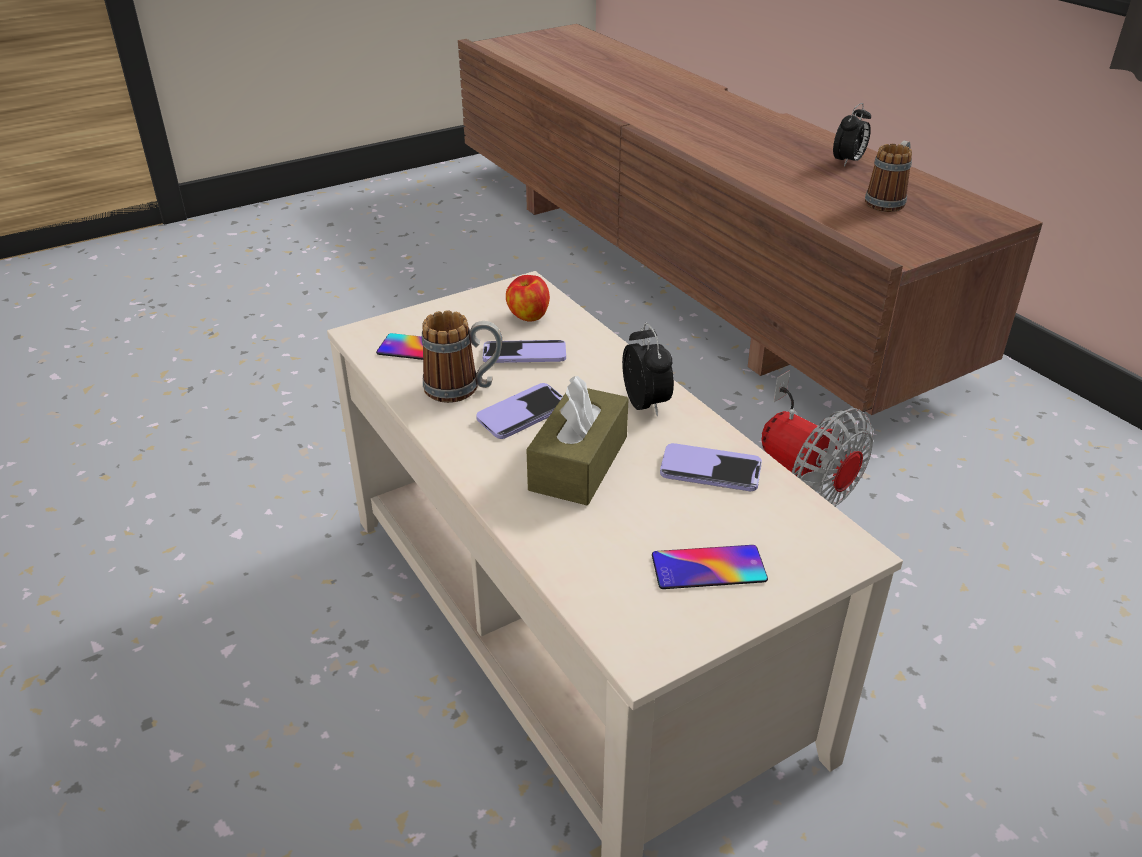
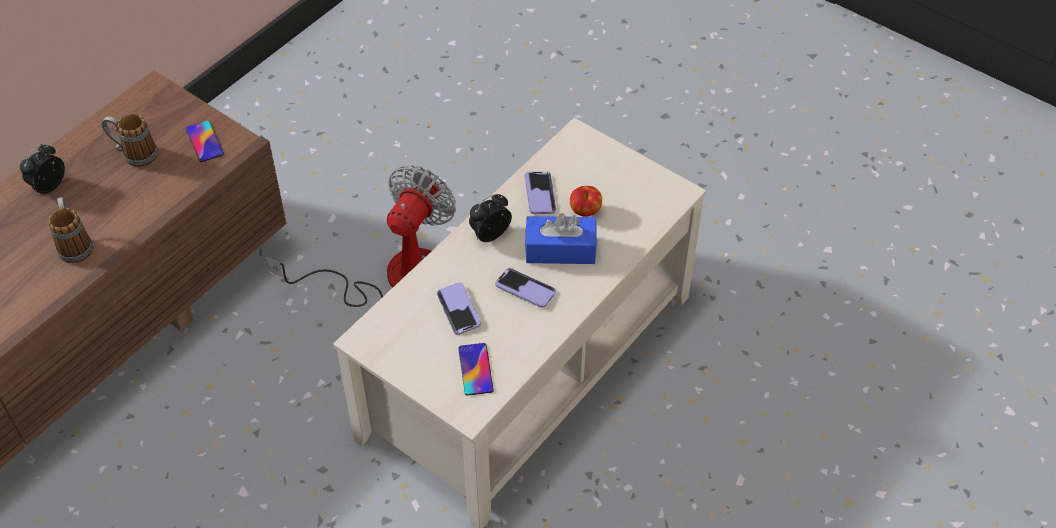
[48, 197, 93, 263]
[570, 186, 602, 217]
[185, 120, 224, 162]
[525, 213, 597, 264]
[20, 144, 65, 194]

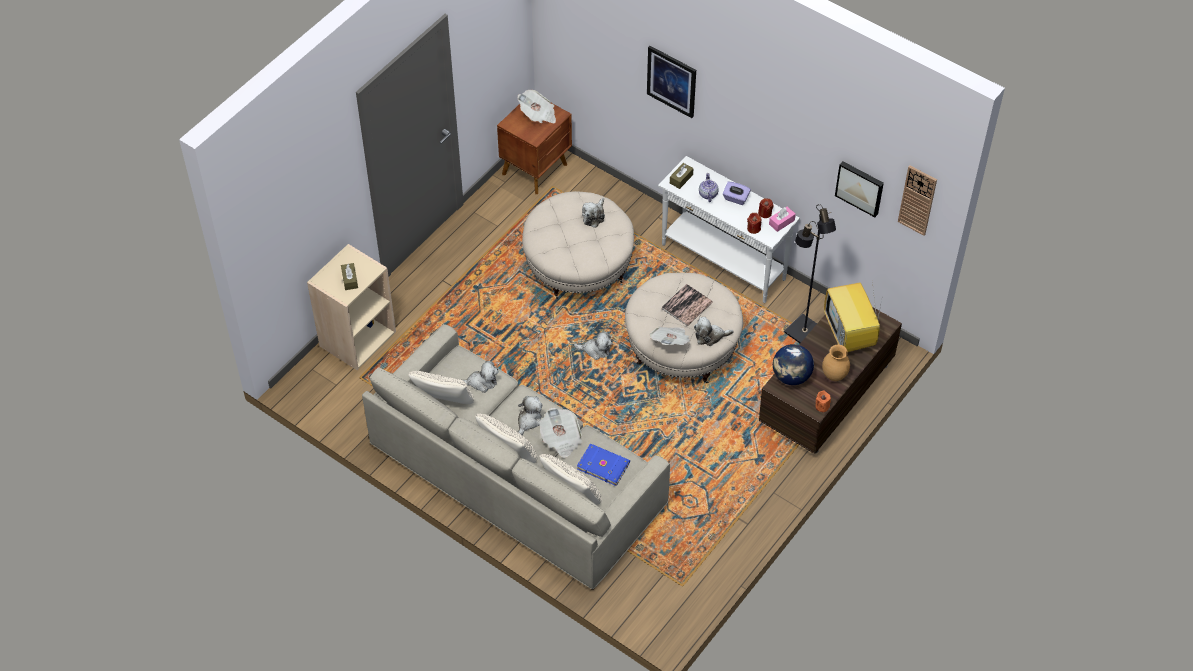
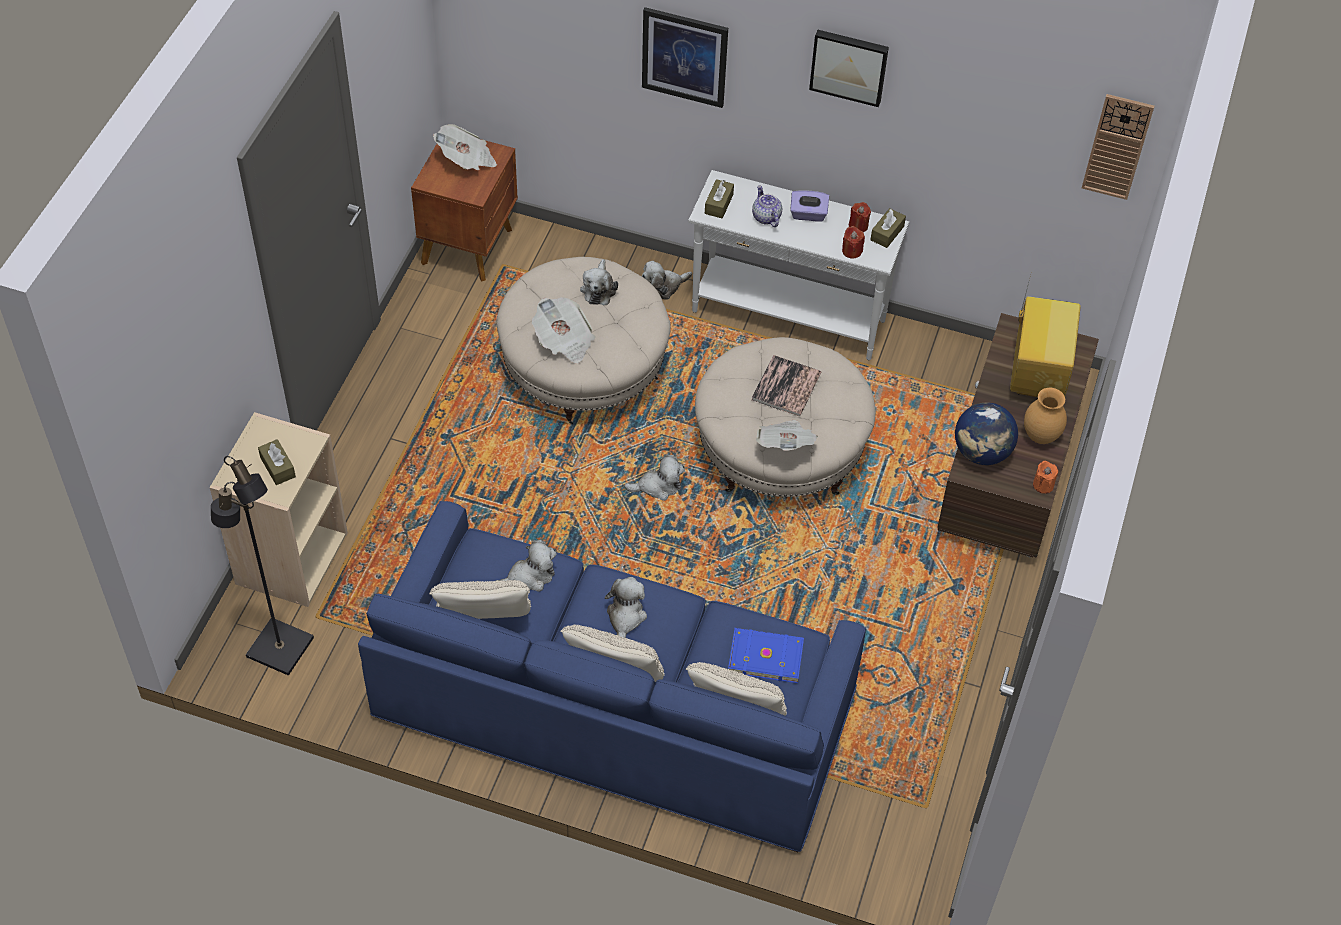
[532, 297, 595, 364]
[642, 261, 692, 300]
[211, 456, 314, 676]
[809, 30, 889, 107]
[358, 501, 866, 852]
[871, 208, 906, 248]
[1010, 275, 1081, 397]

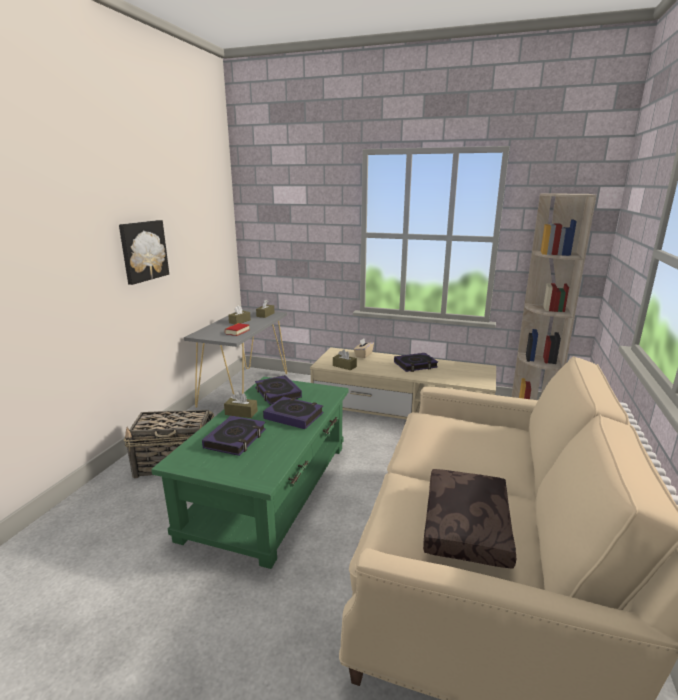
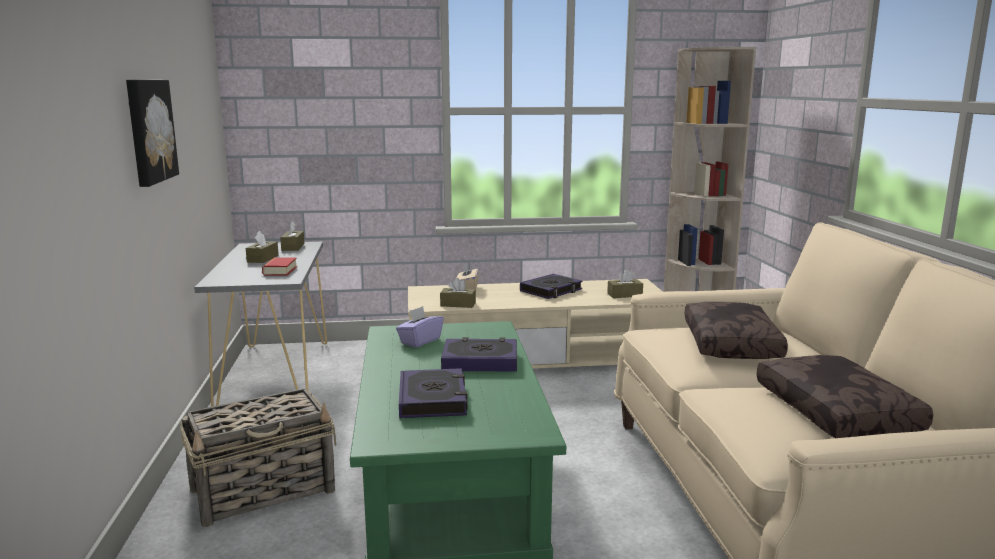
[685, 302, 788, 359]
[607, 269, 643, 298]
[396, 306, 444, 347]

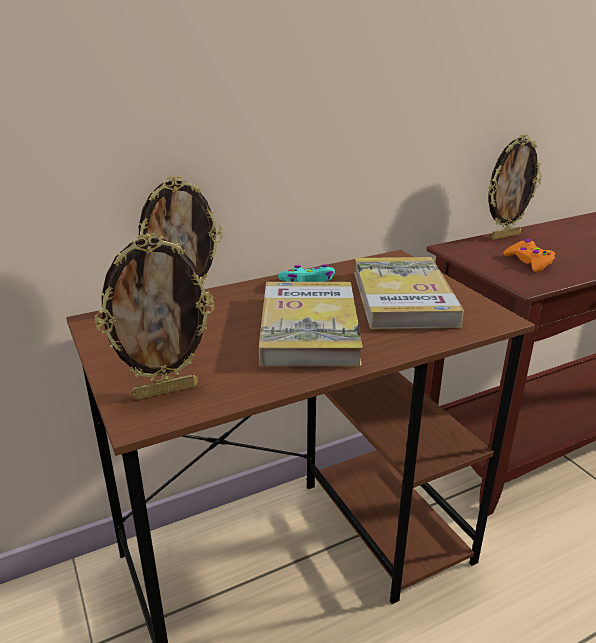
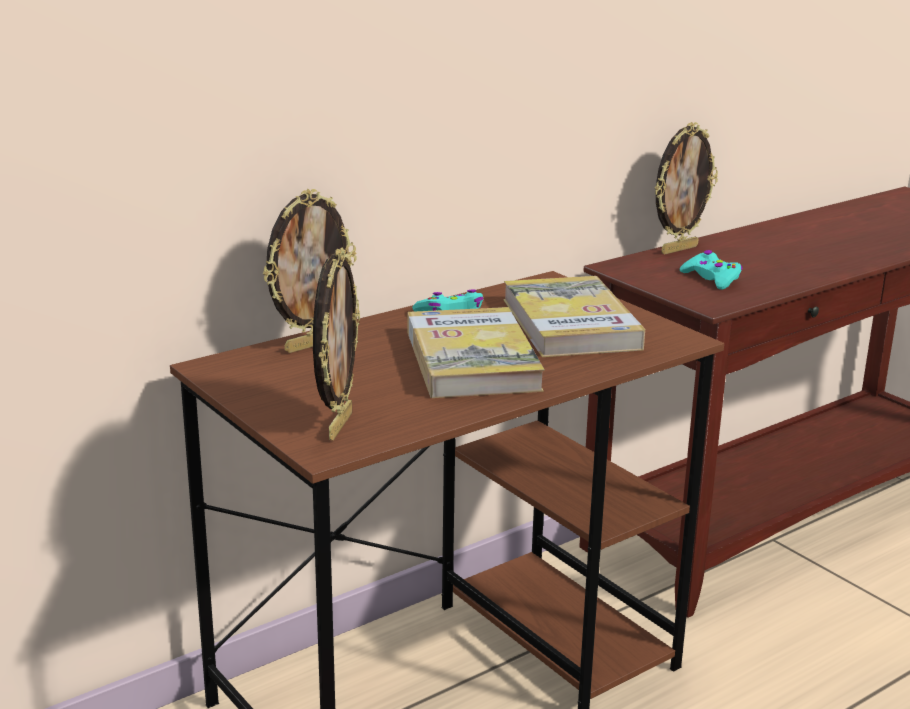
[680, 250, 742, 290]
[313, 247, 360, 440]

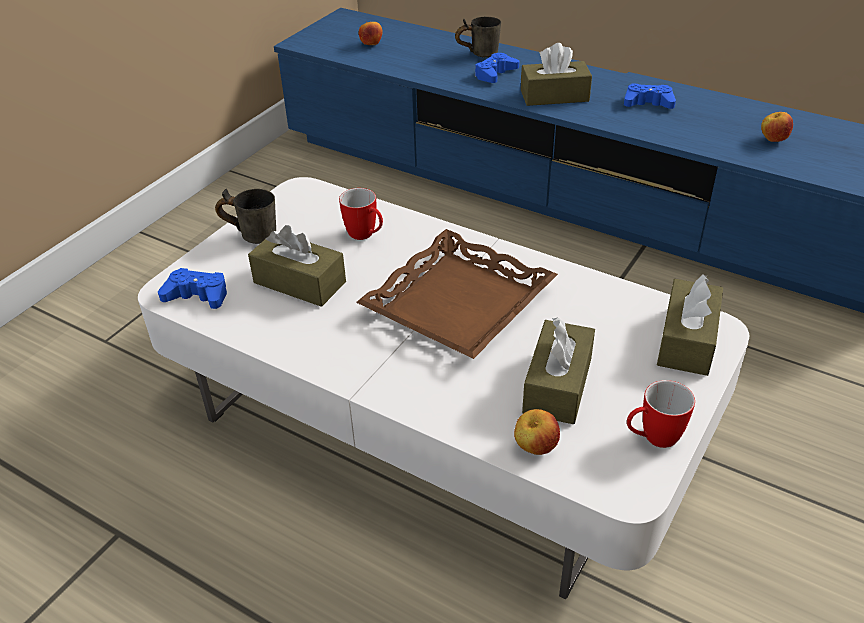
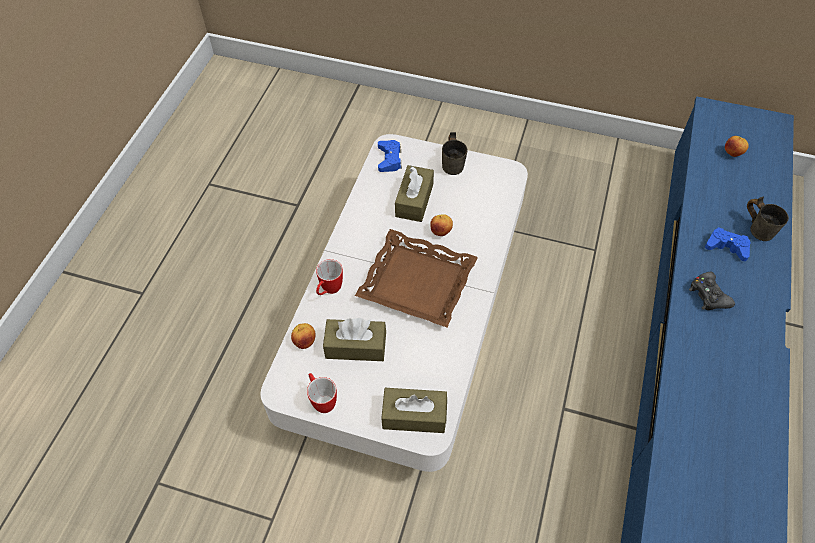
[624, 83, 676, 109] (first image)
[316, 259, 343, 295]
[430, 214, 453, 236]
[689, 272, 735, 310]

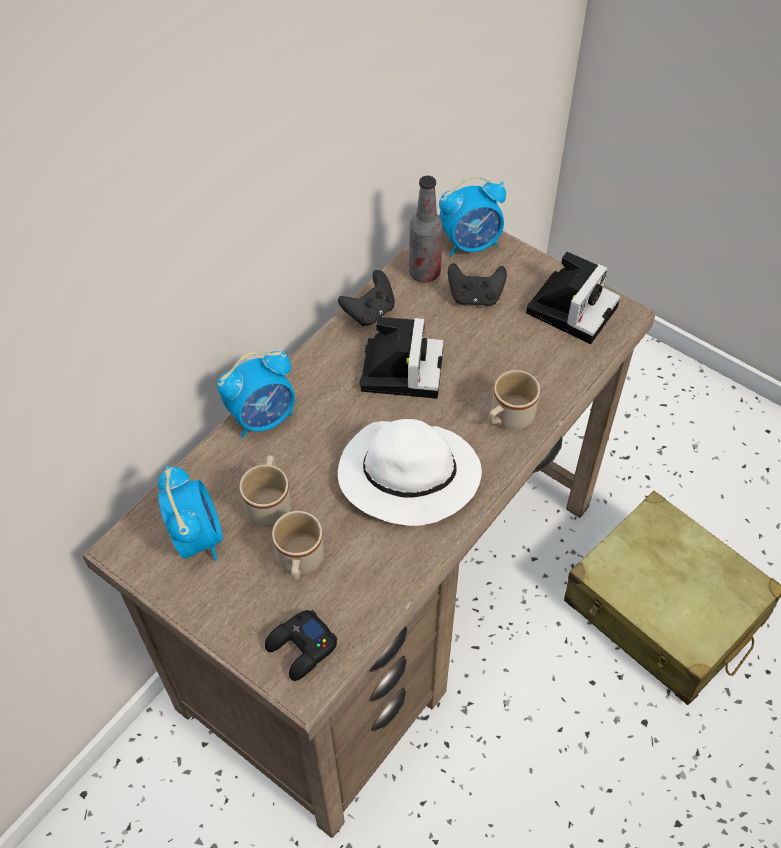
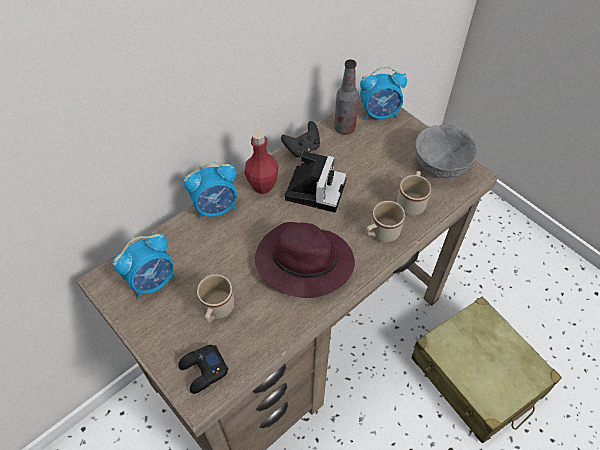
[448, 263, 507, 306] (first image)
[244, 130, 279, 194]
[397, 171, 431, 216]
[415, 125, 477, 178]
[255, 222, 355, 298]
[113, 233, 175, 299]

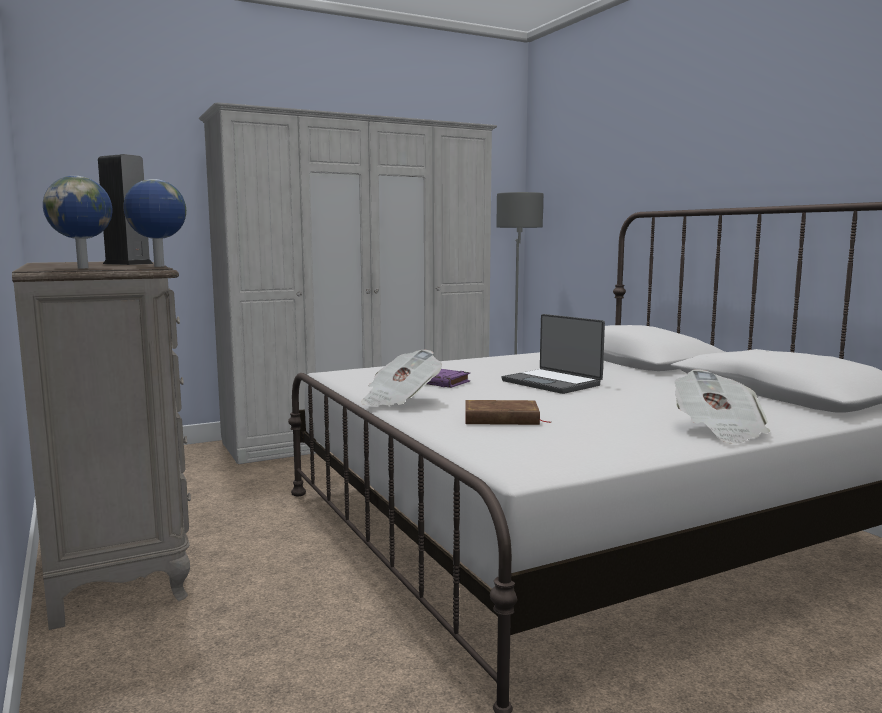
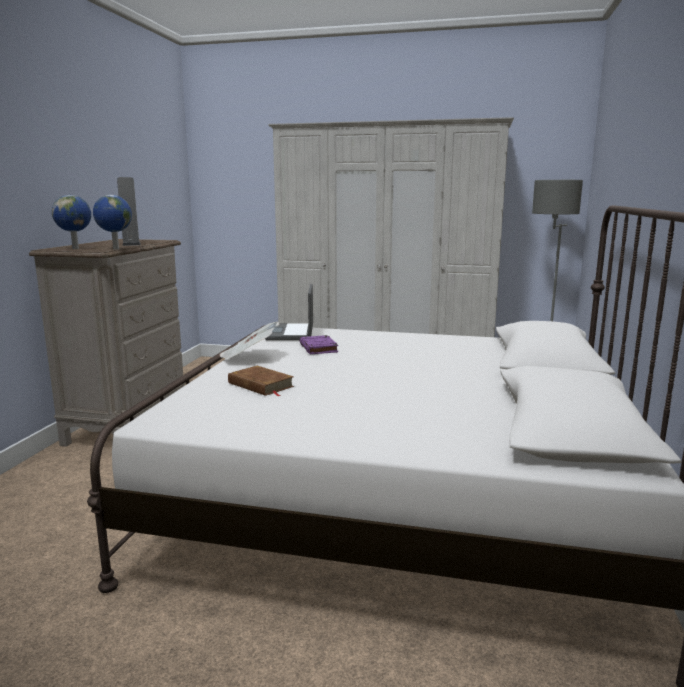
[674, 369, 770, 444] (first image)
[265, 284, 313, 340]

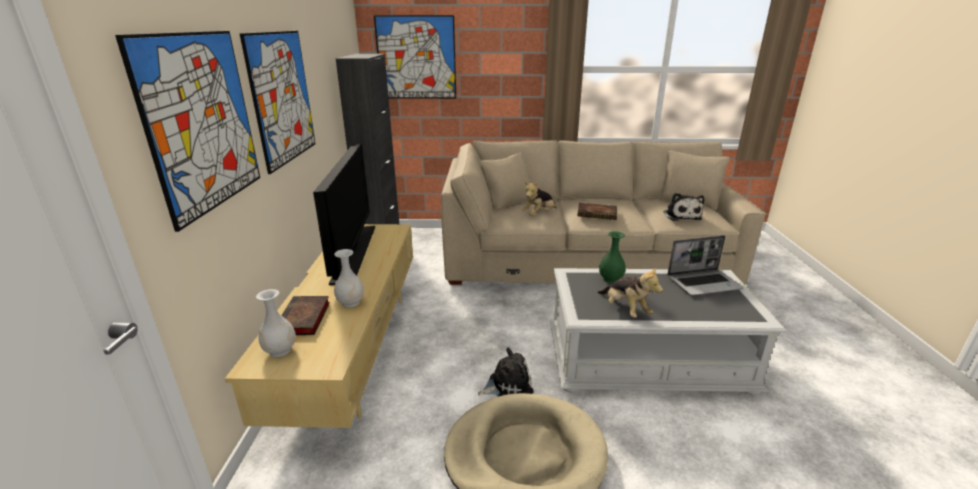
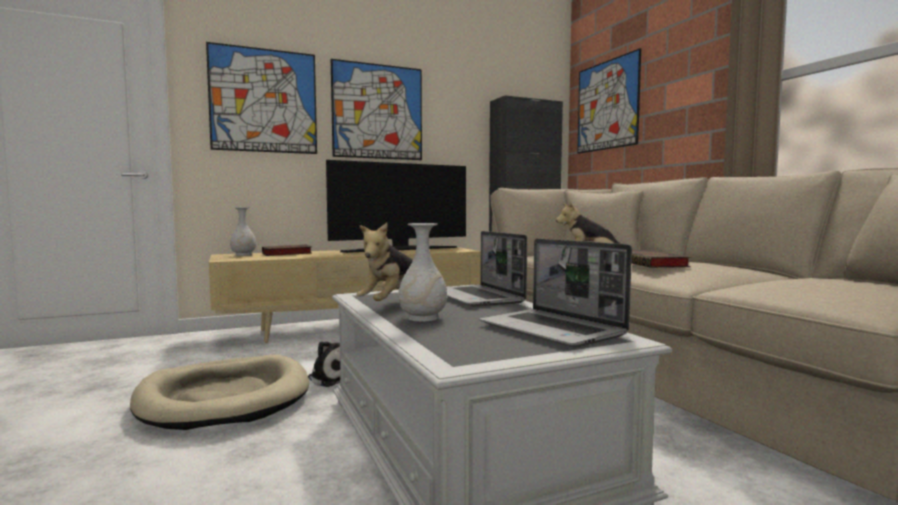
[664, 193, 704, 221] (first image)
[398, 223, 447, 322]
[446, 231, 527, 307]

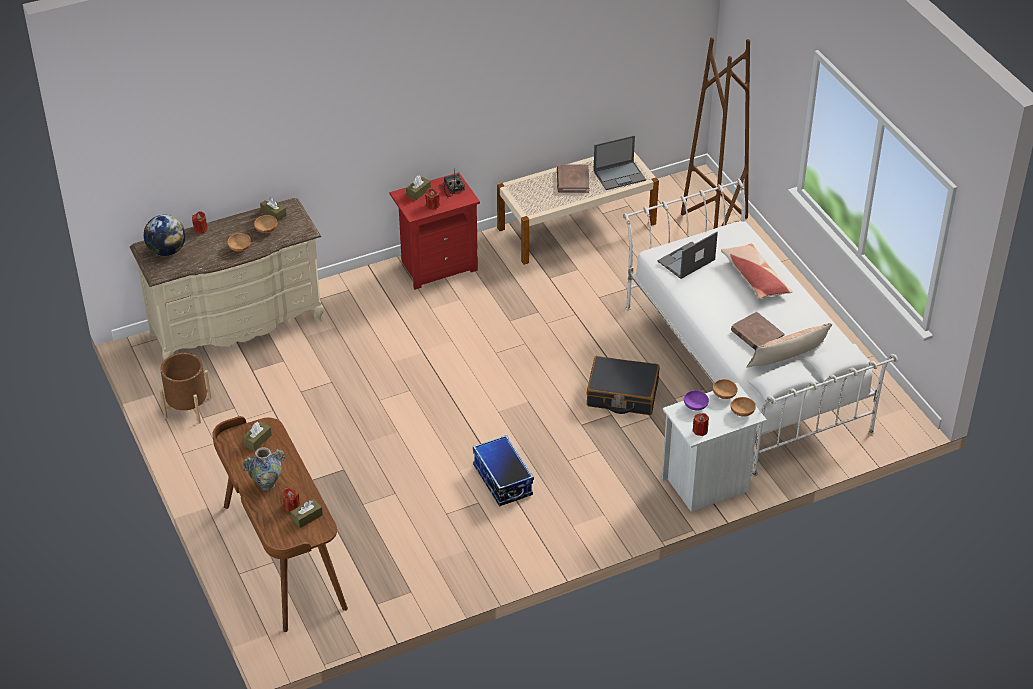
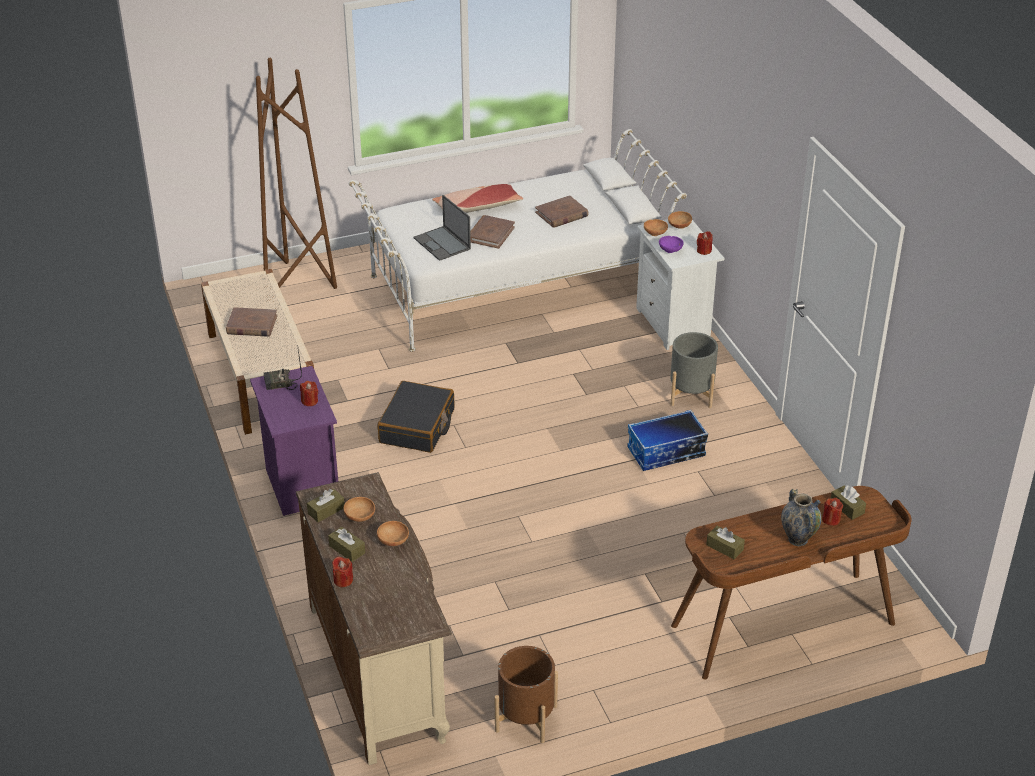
[144, 215, 185, 256] (first image)
[593, 135, 646, 190] (first image)
[746, 323, 832, 368] (first image)
[470, 215, 515, 249]
[670, 332, 718, 408]
[328, 527, 365, 562]
[378, 381, 455, 453]
[250, 366, 338, 516]

